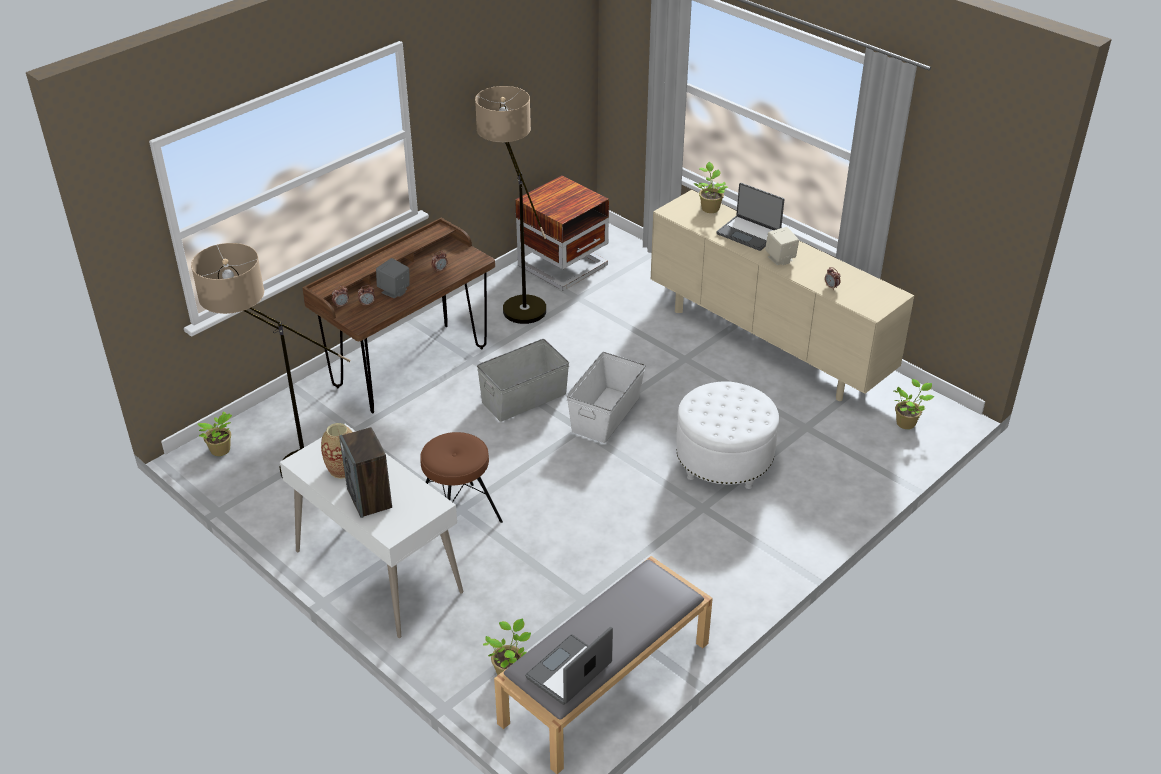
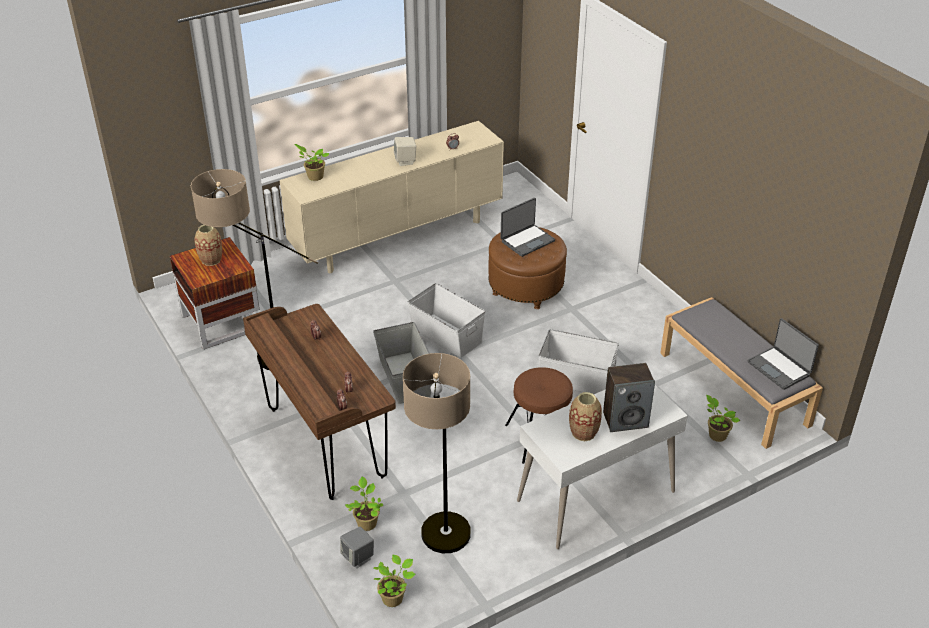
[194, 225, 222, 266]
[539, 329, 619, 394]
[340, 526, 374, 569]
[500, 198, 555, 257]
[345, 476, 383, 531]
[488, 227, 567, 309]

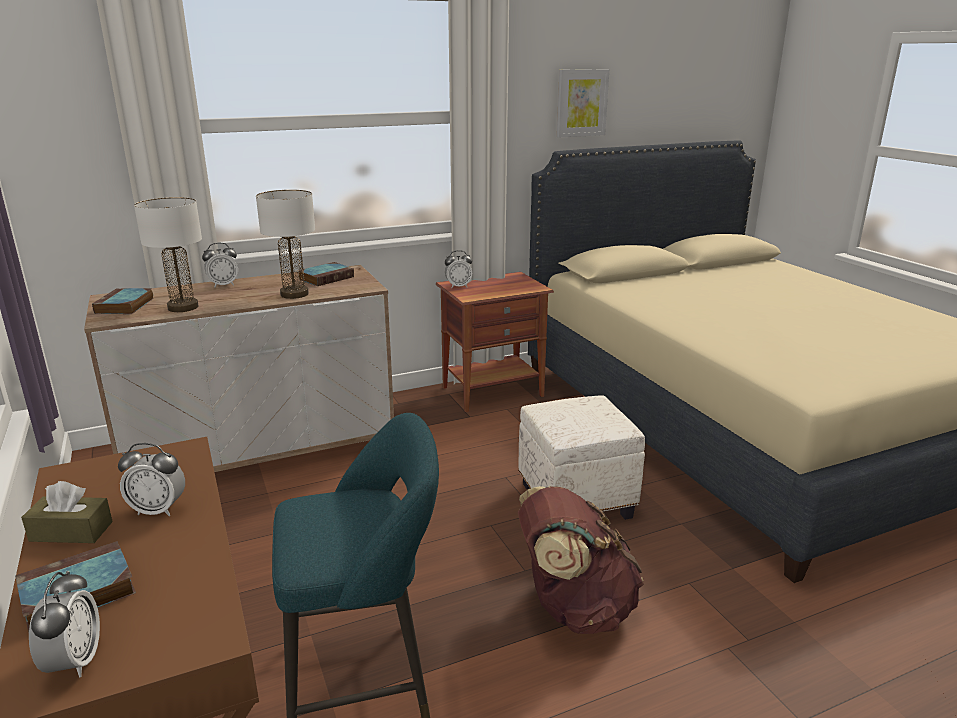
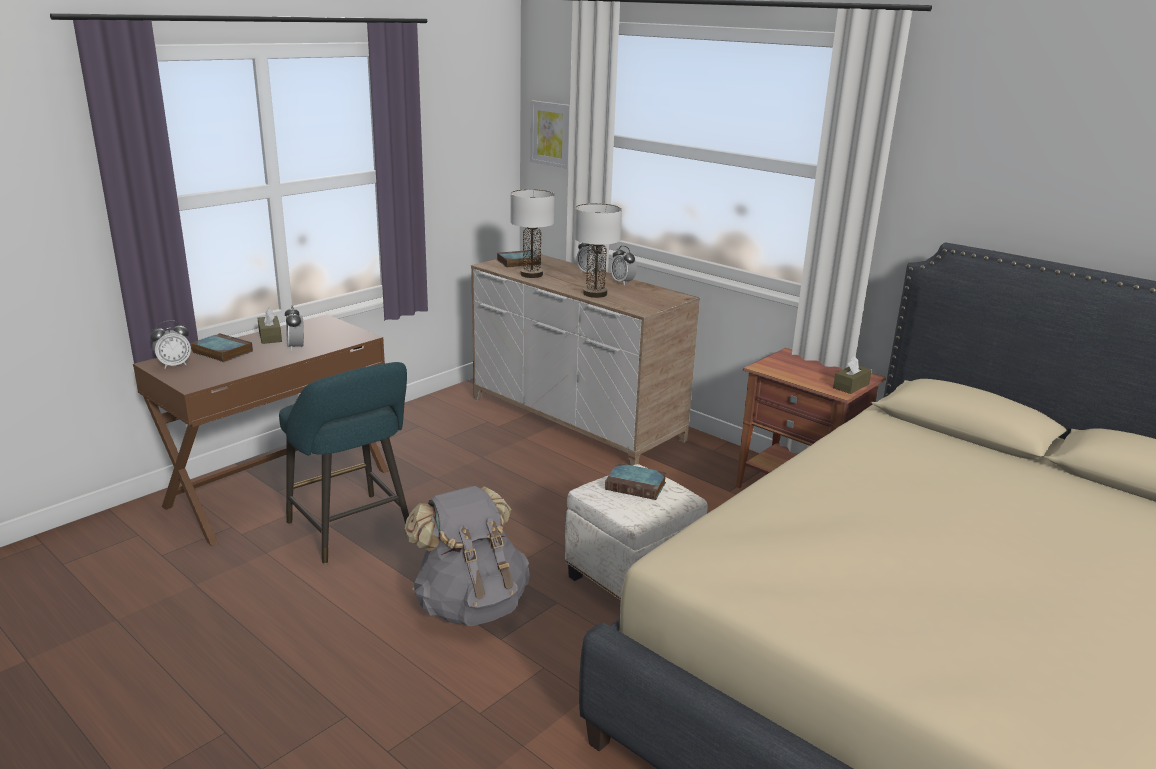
[833, 356, 872, 394]
[605, 463, 667, 500]
[611, 246, 637, 285]
[530, 100, 570, 169]
[404, 486, 530, 626]

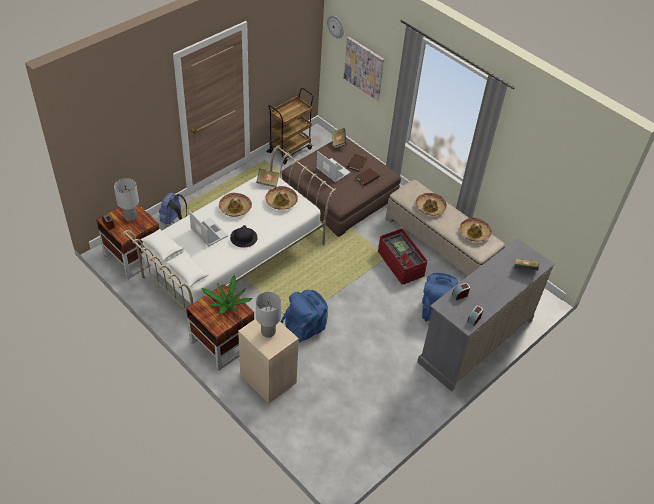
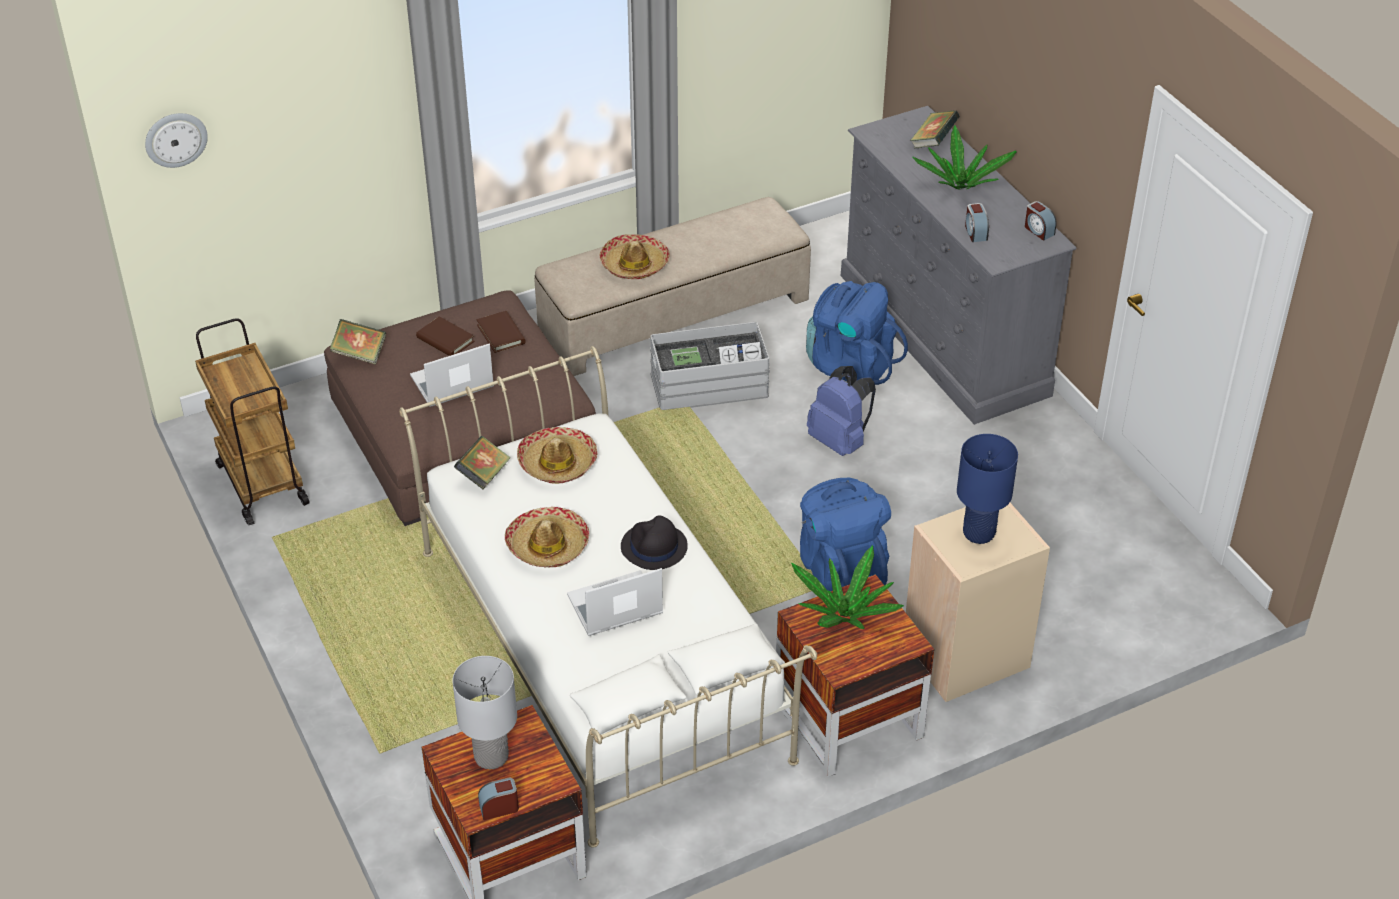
[344, 37, 384, 101] (first image)
[460, 218, 492, 242] (first image)
[912, 125, 1017, 190]
[807, 366, 876, 456]
[957, 434, 1018, 544]
[650, 322, 770, 410]

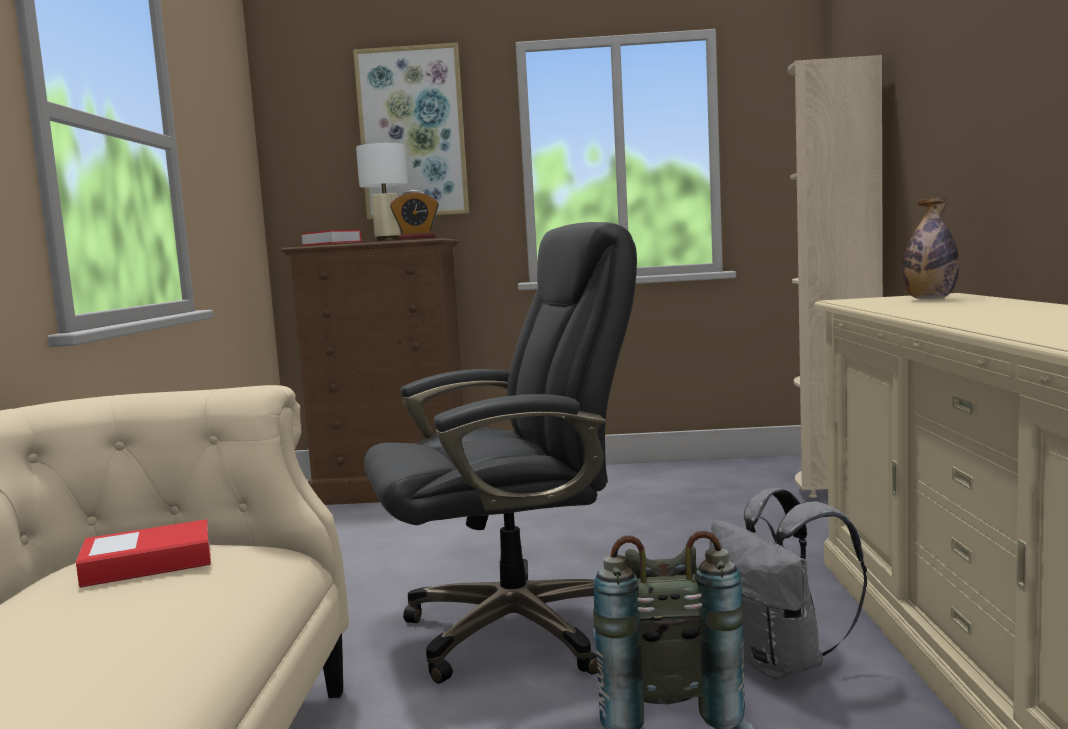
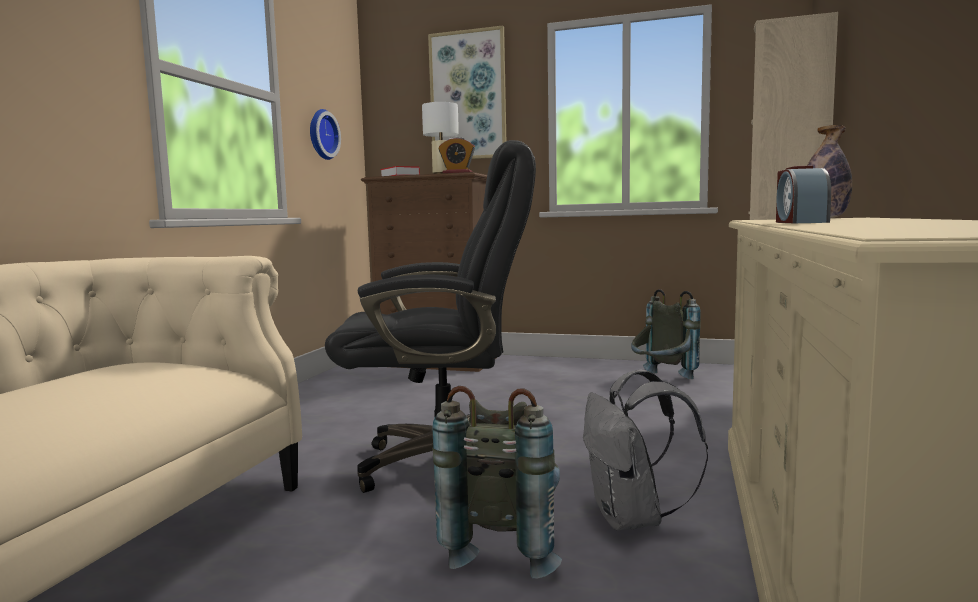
[76, 519, 211, 587] (first image)
[310, 109, 341, 160]
[631, 289, 701, 379]
[776, 165, 831, 223]

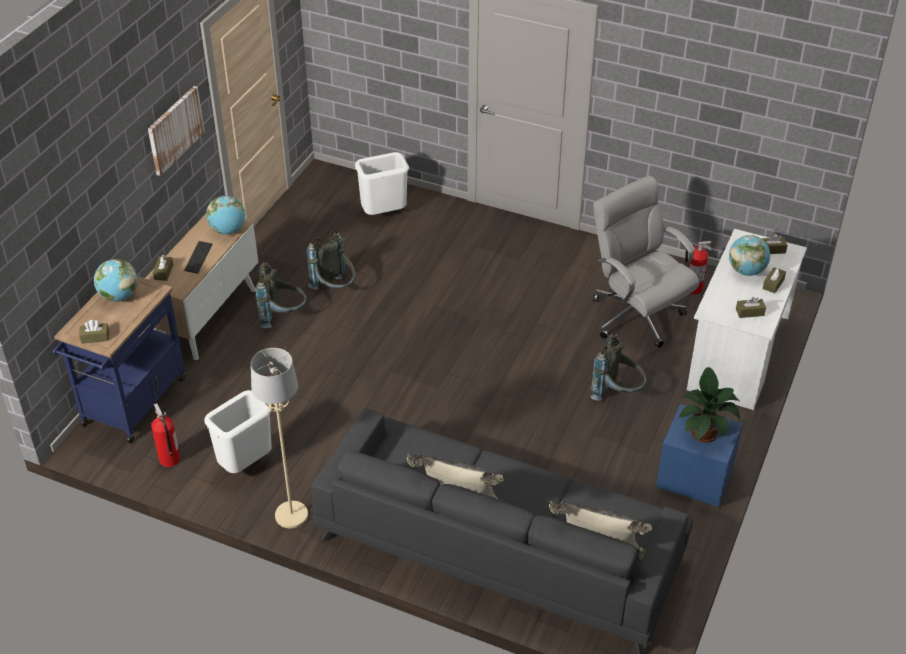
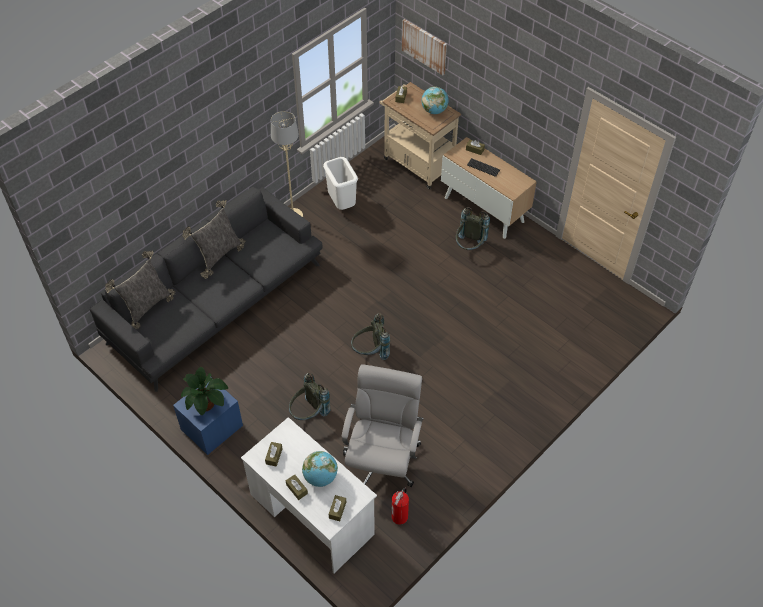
[151, 403, 181, 467] (first image)
[206, 196, 245, 235] (first image)
[355, 152, 409, 215] (first image)
[402, 19, 447, 75]
[351, 313, 390, 360]
[379, 82, 461, 189]
[342, 364, 423, 487]

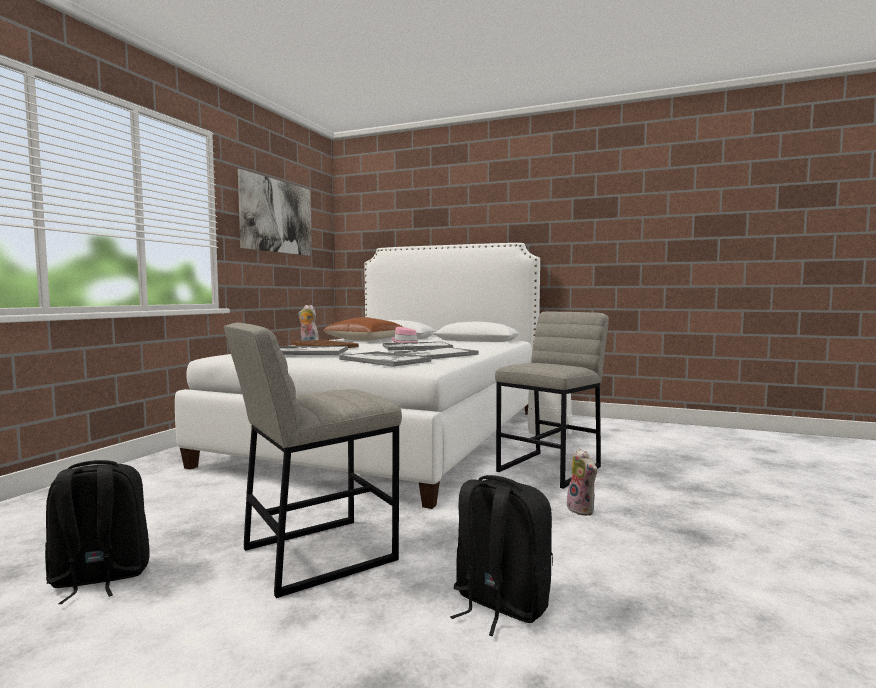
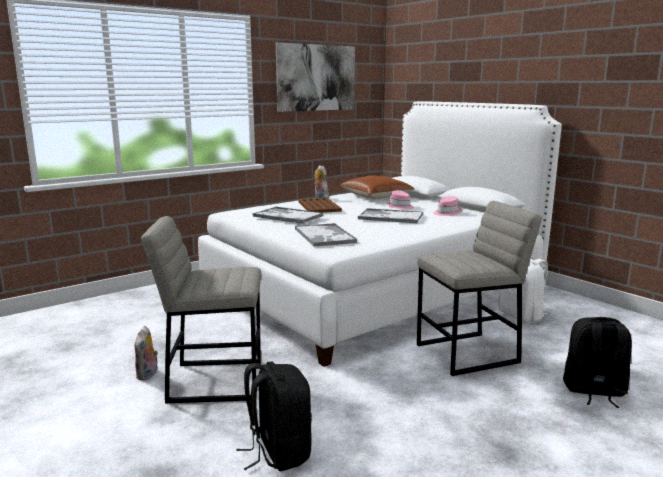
[394, 347, 479, 359] (first image)
[433, 196, 462, 216]
[563, 317, 632, 408]
[135, 326, 158, 380]

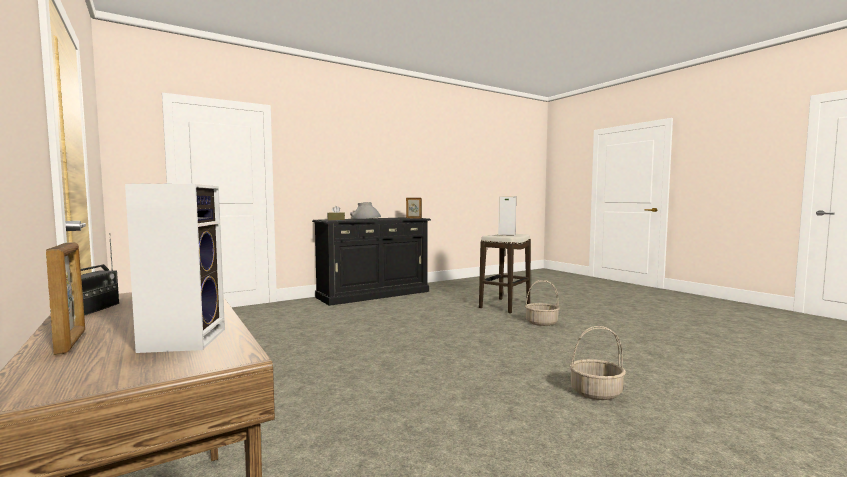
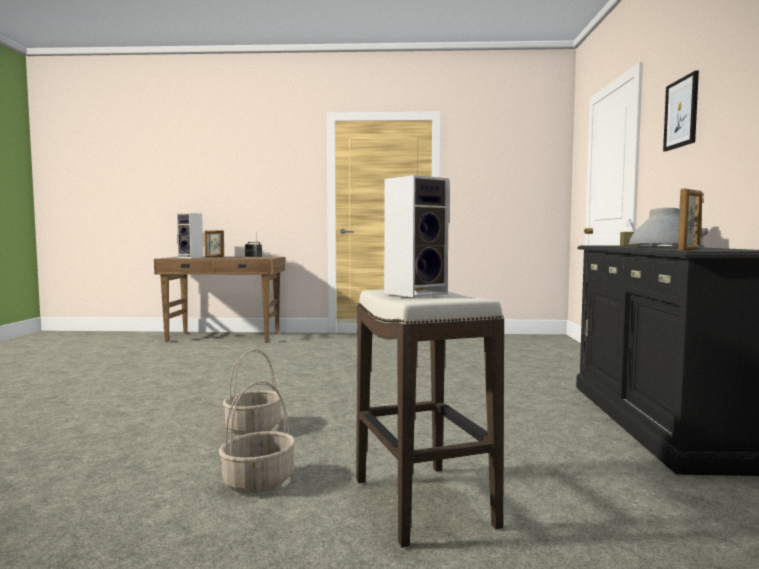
[663, 71, 699, 151]
[223, 349, 282, 435]

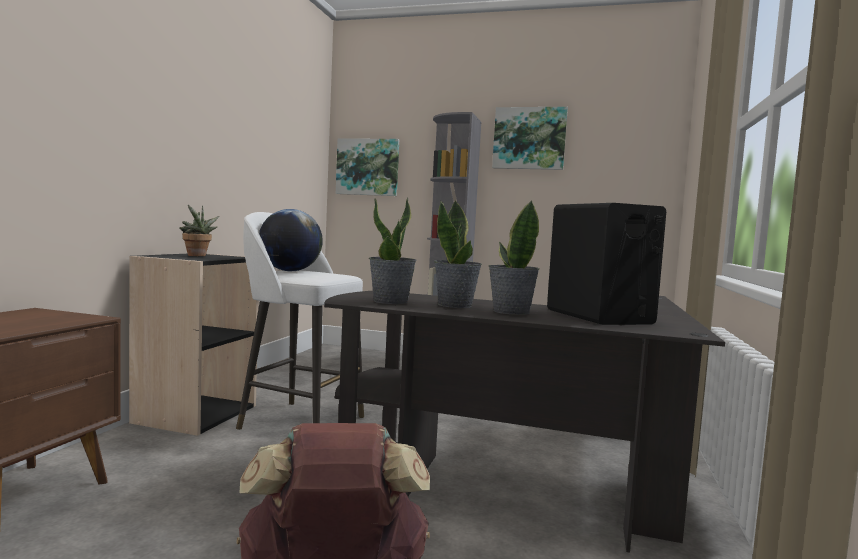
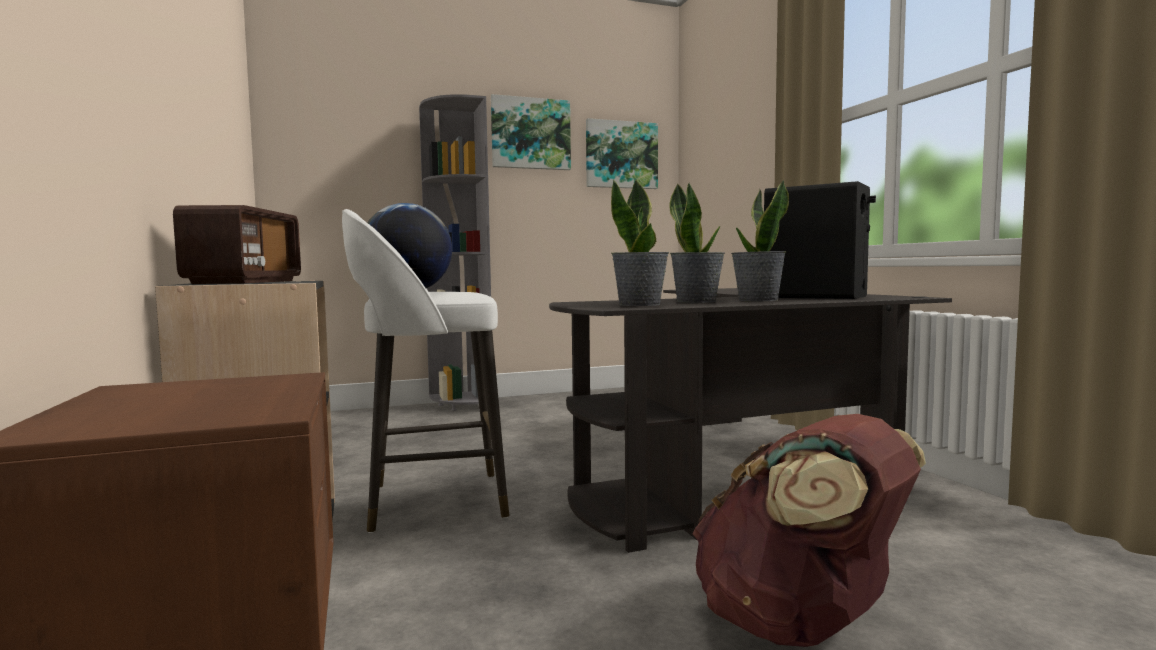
[586, 118, 658, 189]
[173, 205, 301, 284]

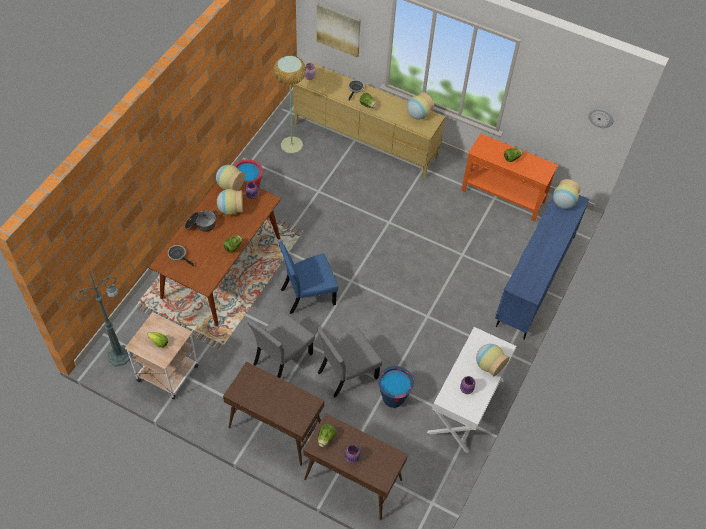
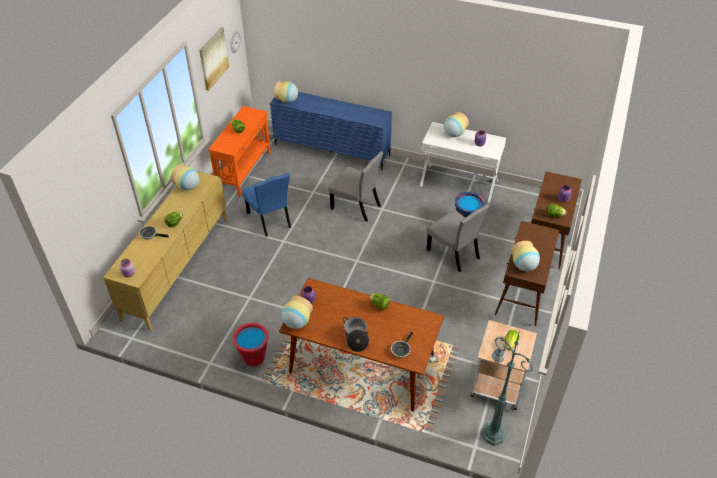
[274, 55, 306, 154] (first image)
[511, 241, 540, 271]
[328, 151, 383, 221]
[242, 173, 291, 237]
[199, 27, 229, 91]

